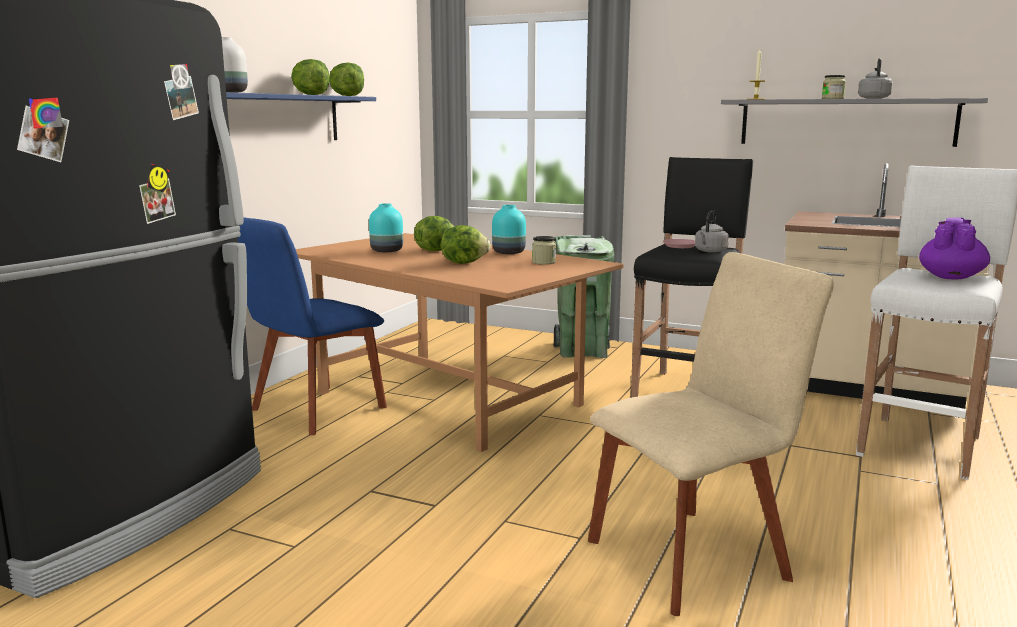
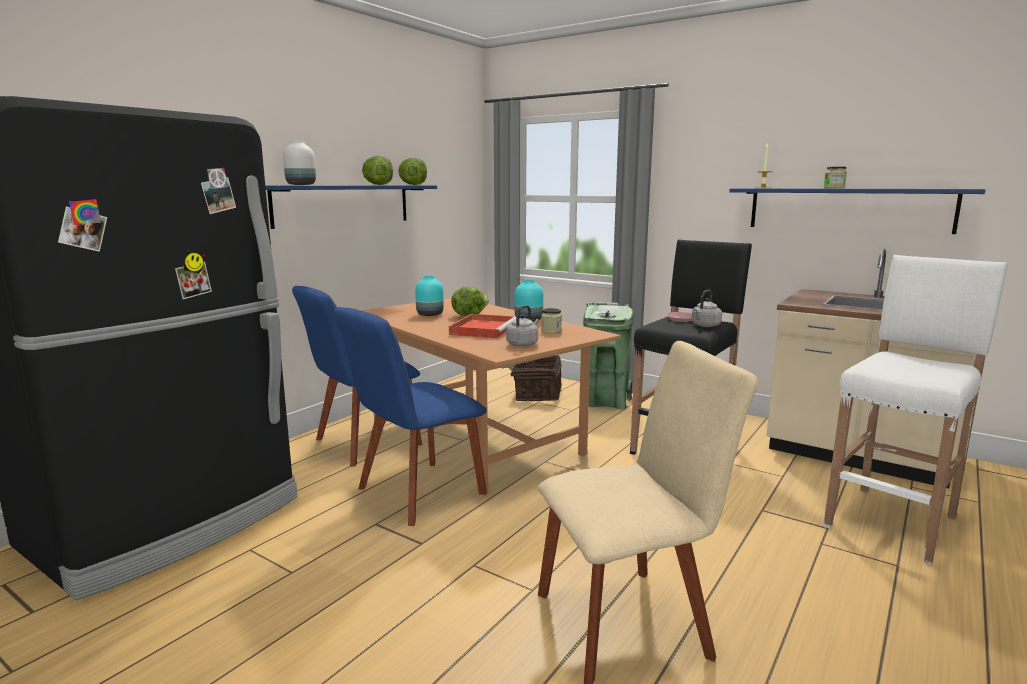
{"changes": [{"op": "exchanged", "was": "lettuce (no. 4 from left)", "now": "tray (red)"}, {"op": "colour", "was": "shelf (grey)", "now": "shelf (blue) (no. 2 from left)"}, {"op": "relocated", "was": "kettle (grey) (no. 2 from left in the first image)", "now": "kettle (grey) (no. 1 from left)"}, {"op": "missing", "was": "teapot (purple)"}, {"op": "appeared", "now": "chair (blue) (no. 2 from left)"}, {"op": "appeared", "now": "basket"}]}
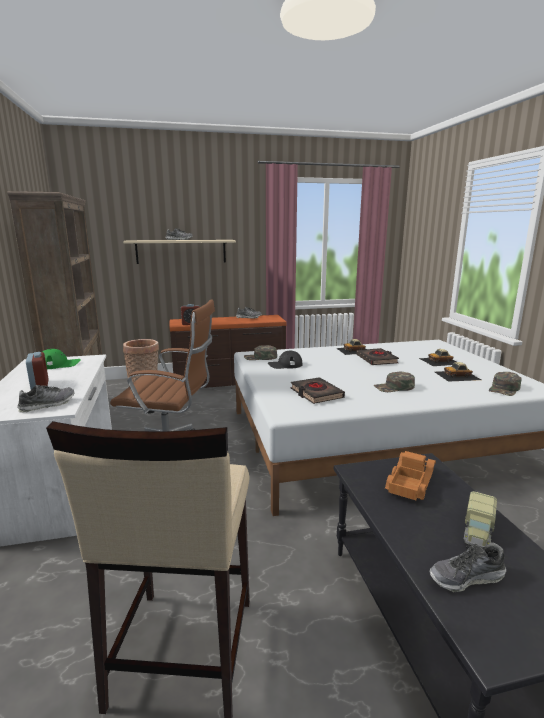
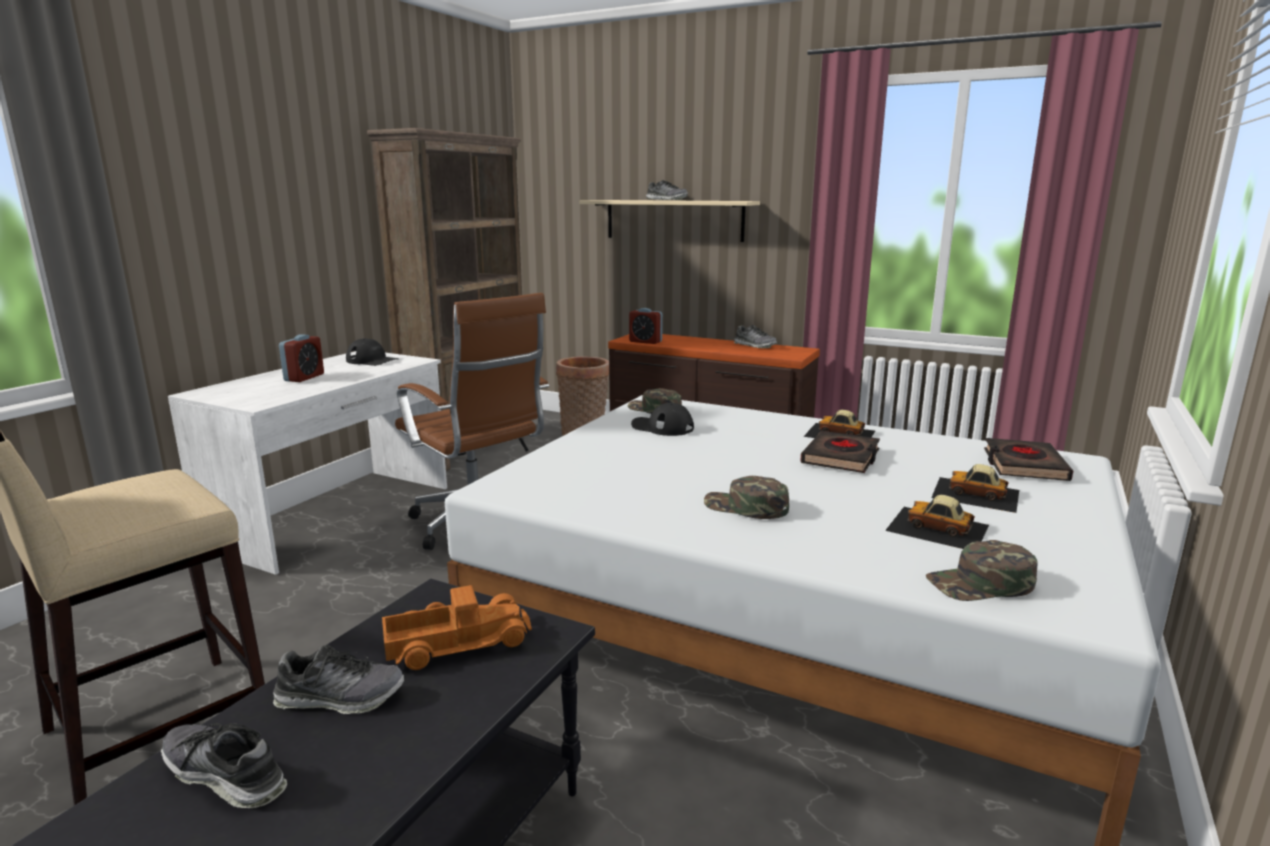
{"changes": [{"op": "relocated", "was": "shoe (no. 1 from left in the first image)", "now": "shoe (no. 2 from left)"}, {"op": "colour", "was": "cap (green) (no. 1 from left)", "now": "cap (black) (no. 1 from left)"}, {"op": "relocated", "was": "book (black) (no. 1 from left in the first image)", "now": "book (black) (no. 2 from left)"}, {"op": "missing", "was": "toy truck (no. 2 from left)"}]}
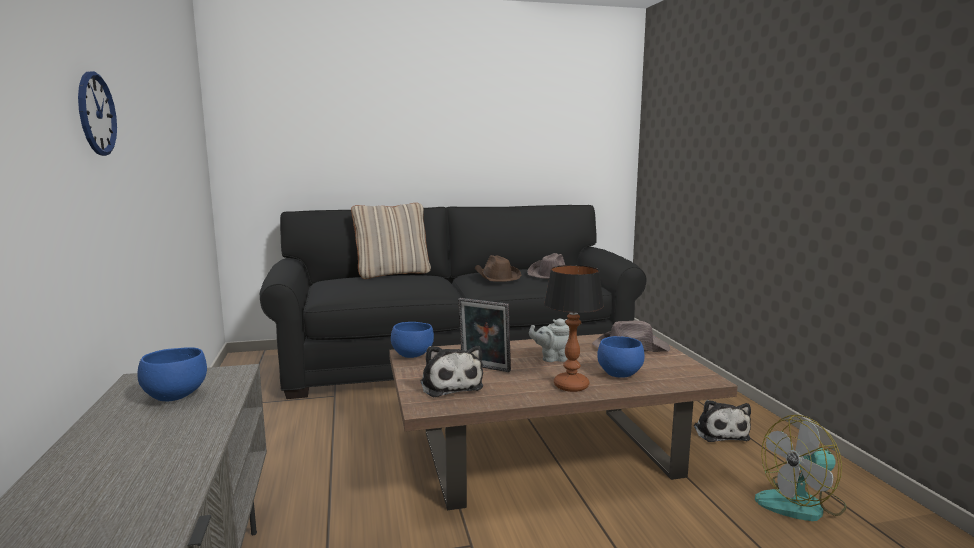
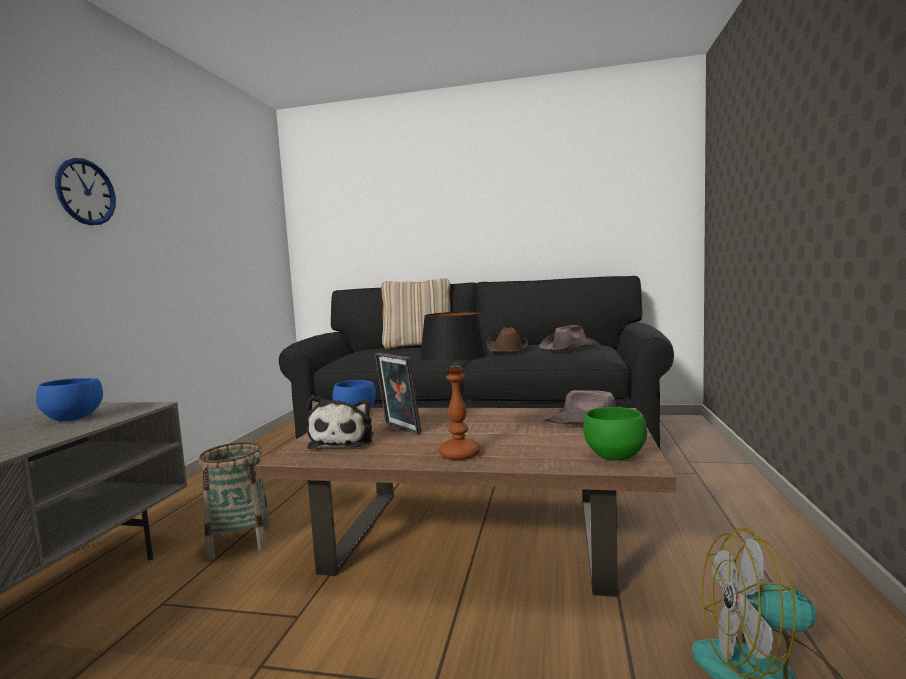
{"changes": [{"op": "missing", "was": "teapot (grey)"}, {"op": "missing", "was": "bowl (blue) (no. 3 from left)"}, {"op": "missing", "was": "plush toy (no. 2 from left)"}, {"op": "appeared", "now": "basket"}, {"op": "appeared", "now": "bowl (green)"}]}
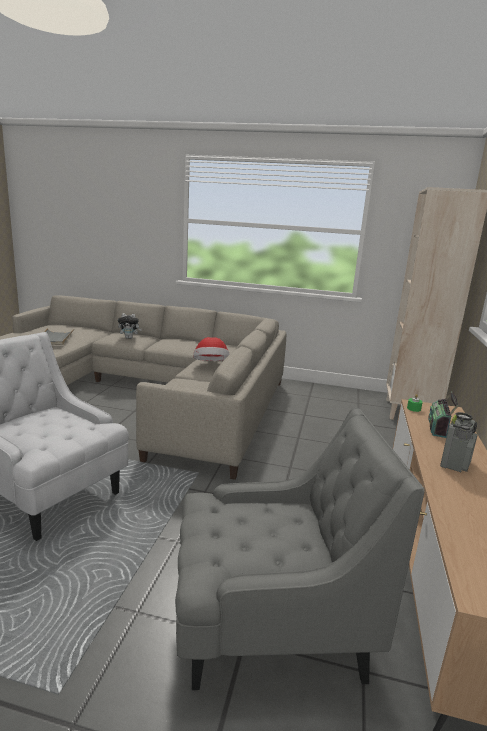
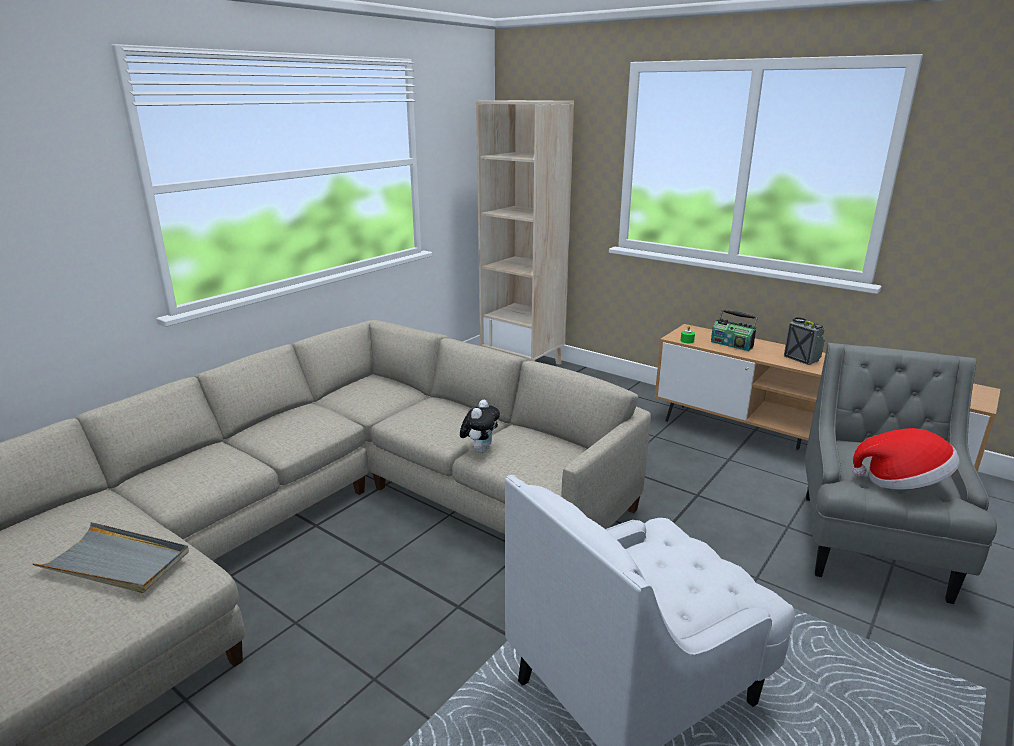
{"changes": [{"op": "relocated", "was": "plush toy"}, {"op": "relocated", "was": "hat"}]}
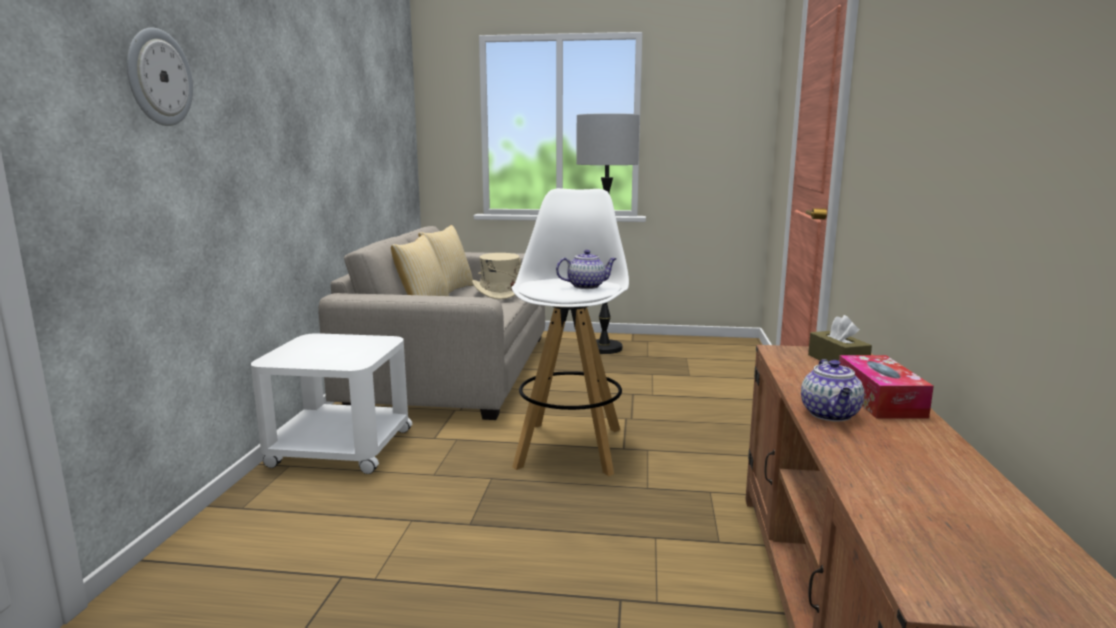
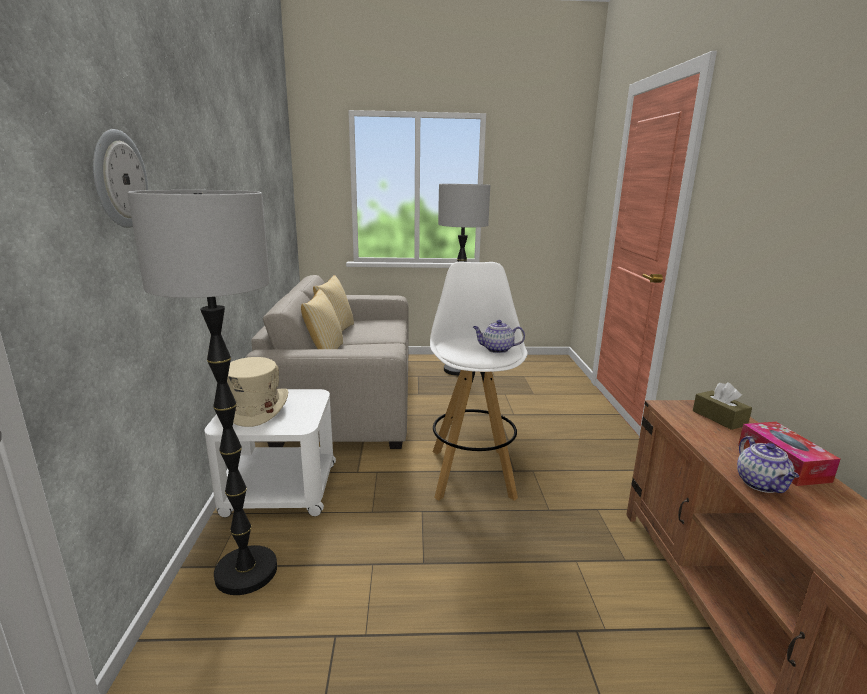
{"changes": [{"op": "relocated", "was": "hat (beige)"}, {"op": "spun", "was": "teapot (no. 1 from left)", "clockwise": -150}, {"op": "appeared", "now": "floor lamp (no. 1 from left)"}]}
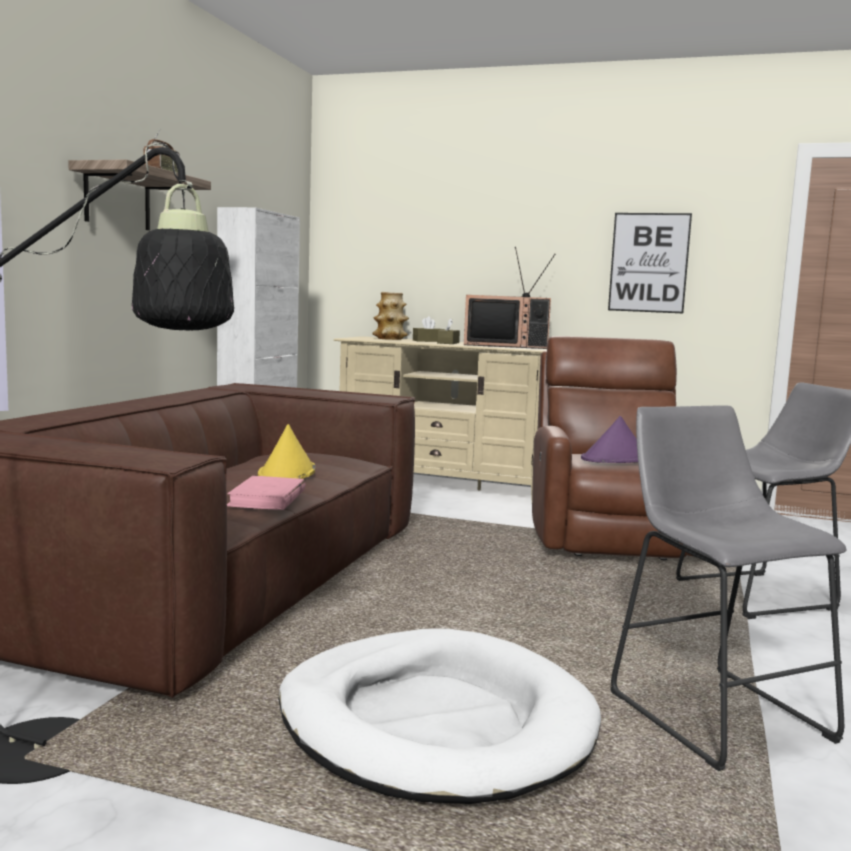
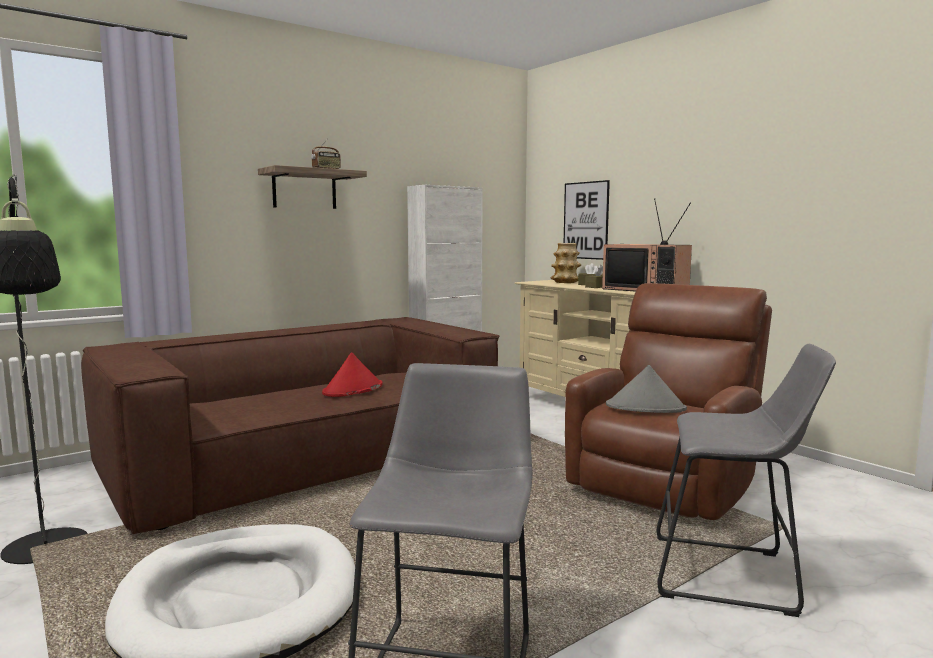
{"changes": [{"op": "missing", "was": "book (pink)"}, {"op": "colour", "was": "hat (yellow)", "now": "hat (red)"}, {"op": "colour", "was": "hat (purple)", "now": "hat (grey)"}, {"op": "relocated", "was": "picture"}]}
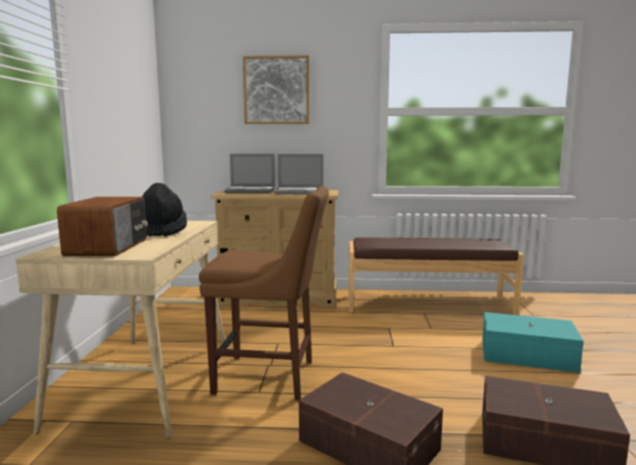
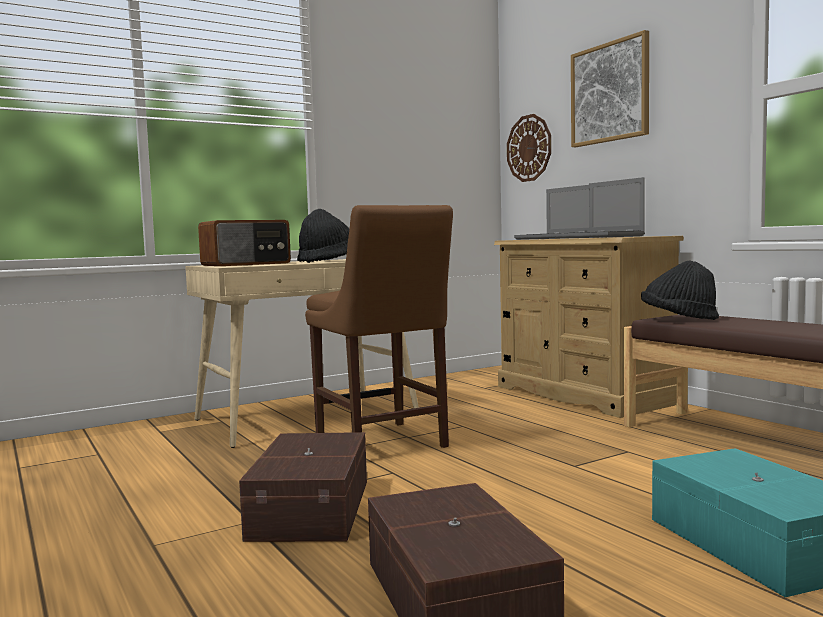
{"changes": [{"op": "appeared", "now": "wall clock"}, {"op": "appeared", "now": "hat (black) (no. 2 from left)"}]}
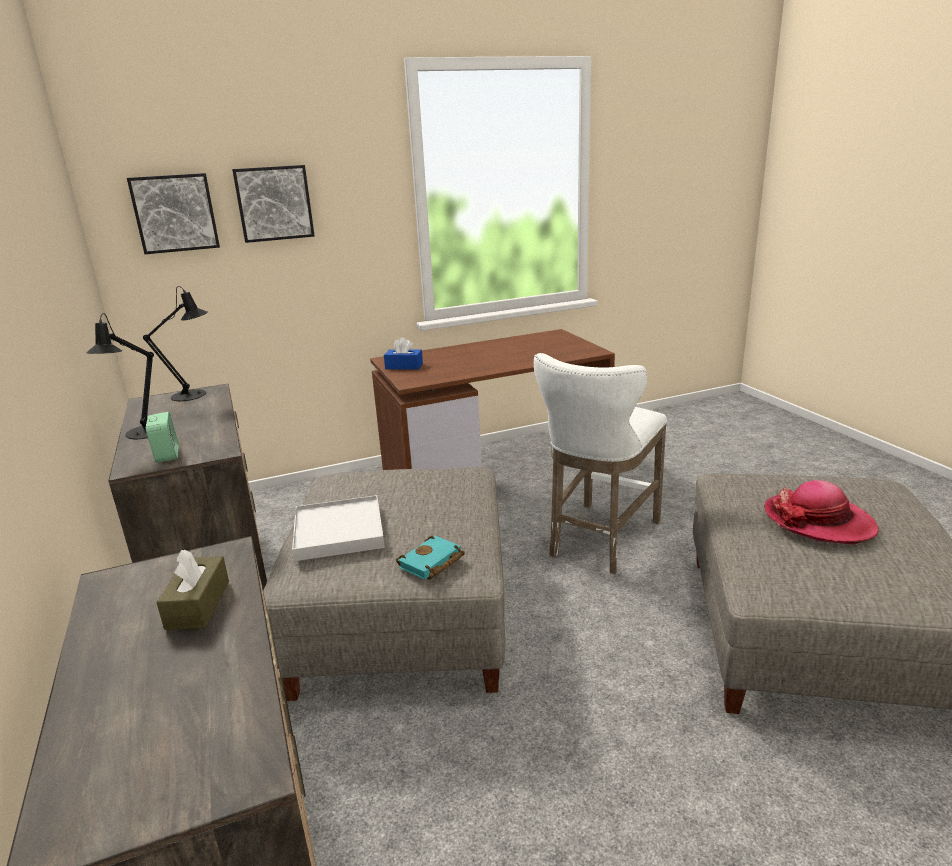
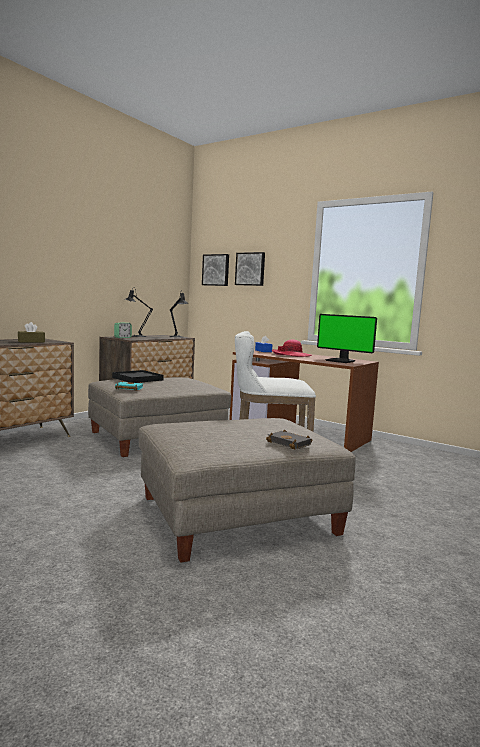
{"changes": [{"op": "colour", "was": "tray (white)", "now": "tray (black)"}, {"op": "relocated", "was": "hat"}, {"op": "appeared", "now": "book (black)"}, {"op": "appeared", "now": "monitor"}]}
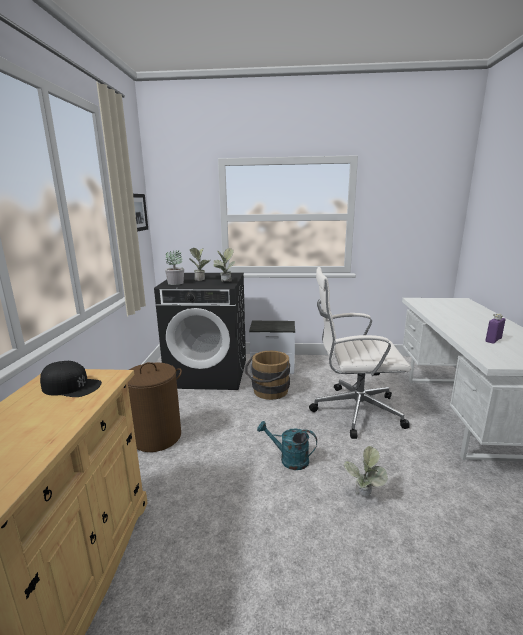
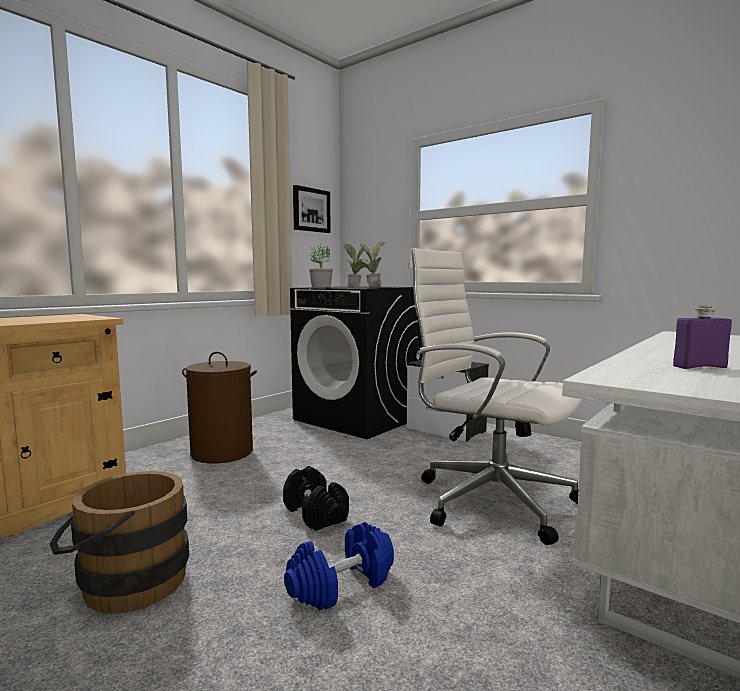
{"changes": [{"op": "missing", "was": "cap (black)"}, {"op": "relocated", "was": "bucket (brown)"}, {"op": "exchanged", "was": "watering can (turquoise)", "now": "dumbbell (black)"}, {"op": "exchanged", "was": "potted plant (no. 4 from left)", "now": "dumbbell (blue)"}]}
